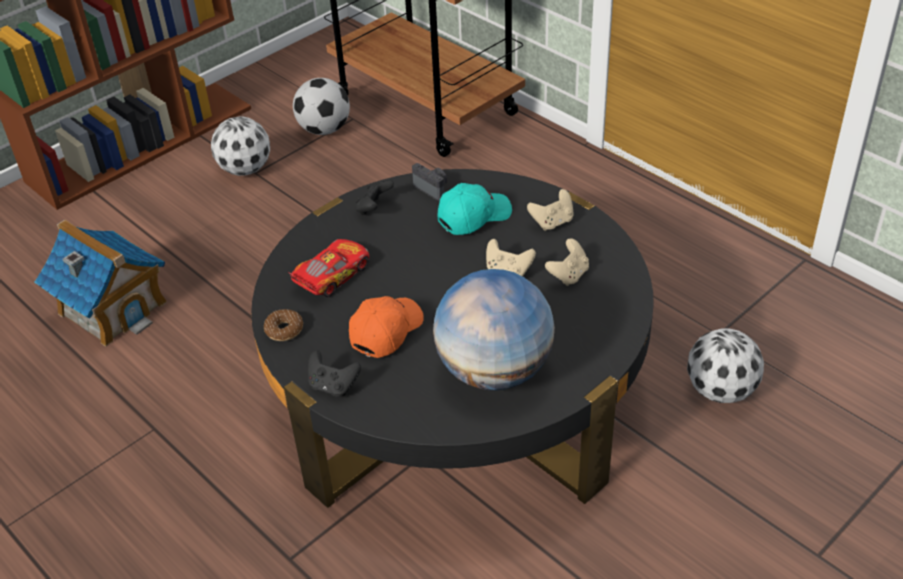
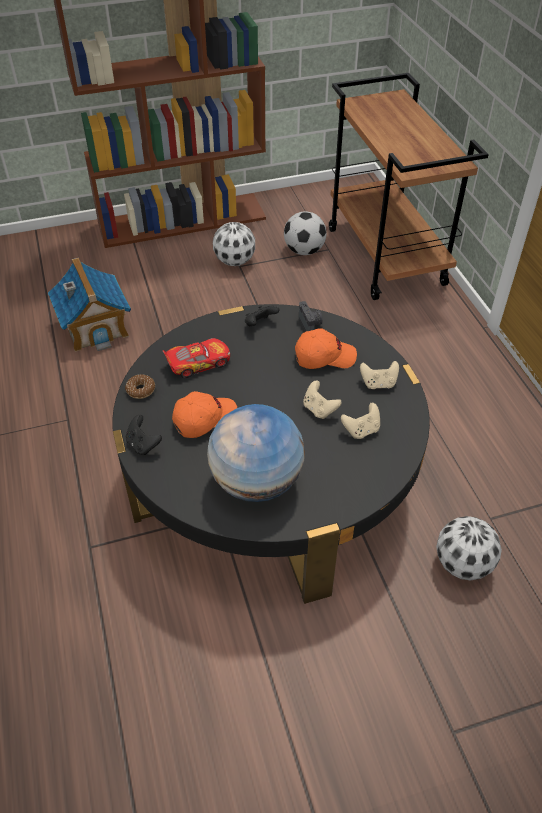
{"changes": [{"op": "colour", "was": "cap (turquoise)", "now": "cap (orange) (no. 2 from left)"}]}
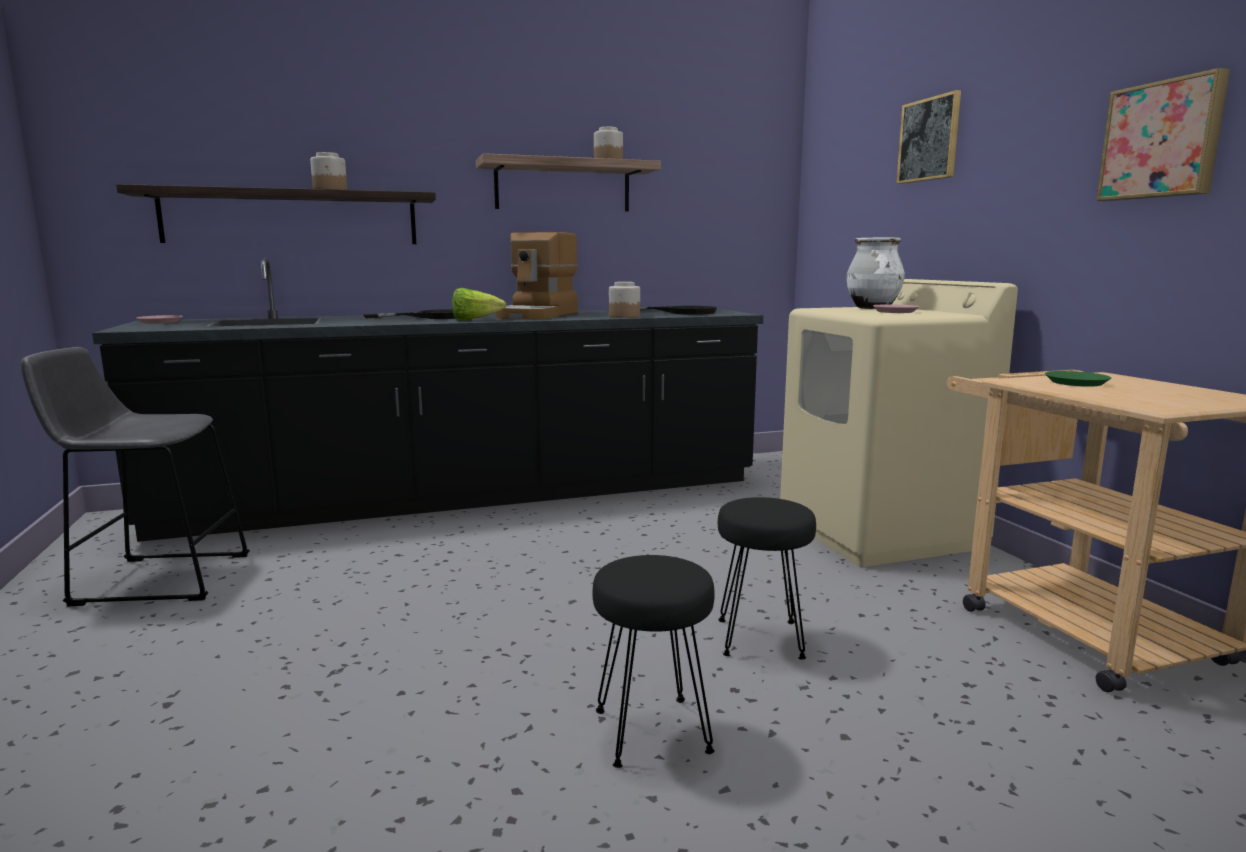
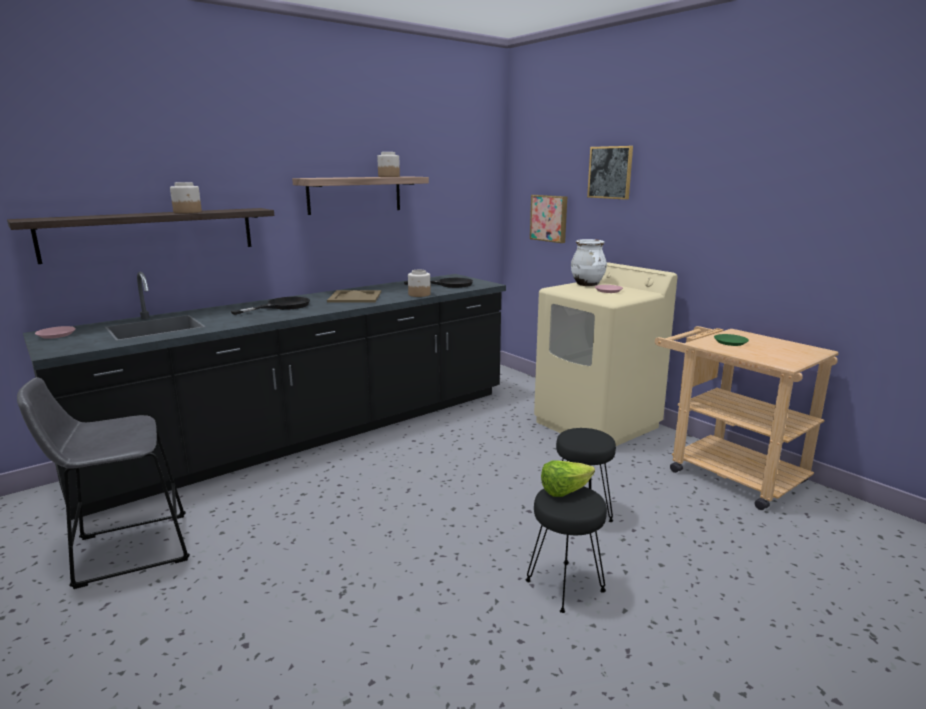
{"changes": [{"op": "relocated", "was": "lettuce"}, {"op": "exchanged", "was": "coffee machine", "now": "tray (beige)"}, {"op": "relocated", "was": "picture (no. 2 from left in the first image)", "now": "picture (no. 1 from left)"}]}
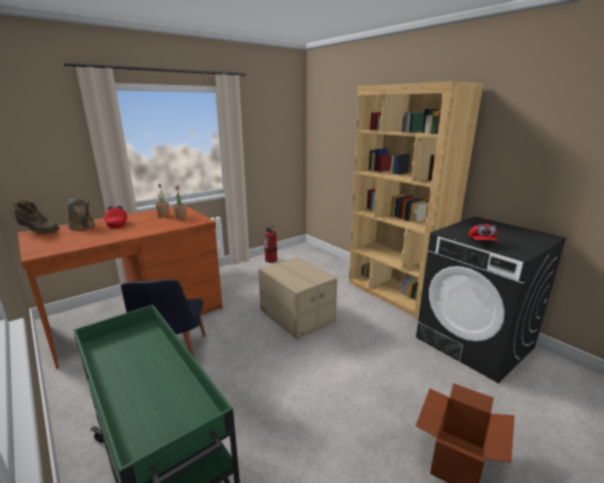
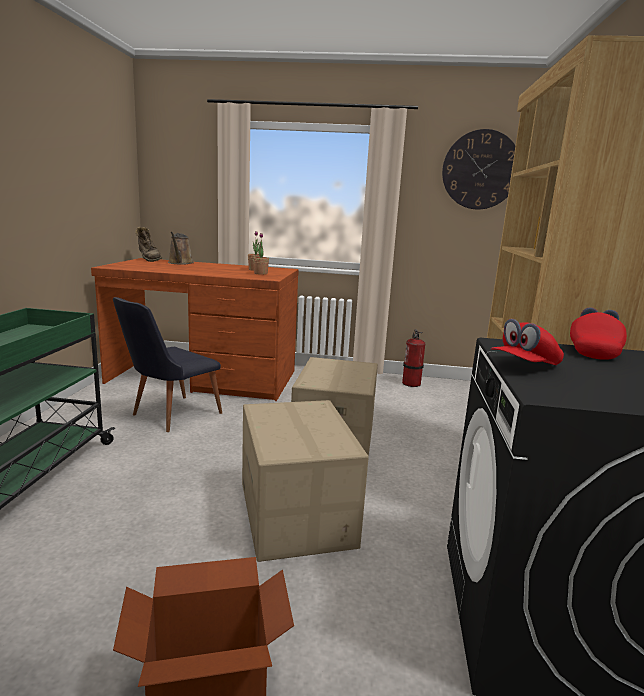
{"changes": [{"op": "relocated", "was": "cap (red) (no. 1 from left in the first image)", "now": "cap (red) (no. 2 from left)"}, {"op": "appeared", "now": "cardboard box (no. 2 from left)"}, {"op": "appeared", "now": "wall clock"}]}
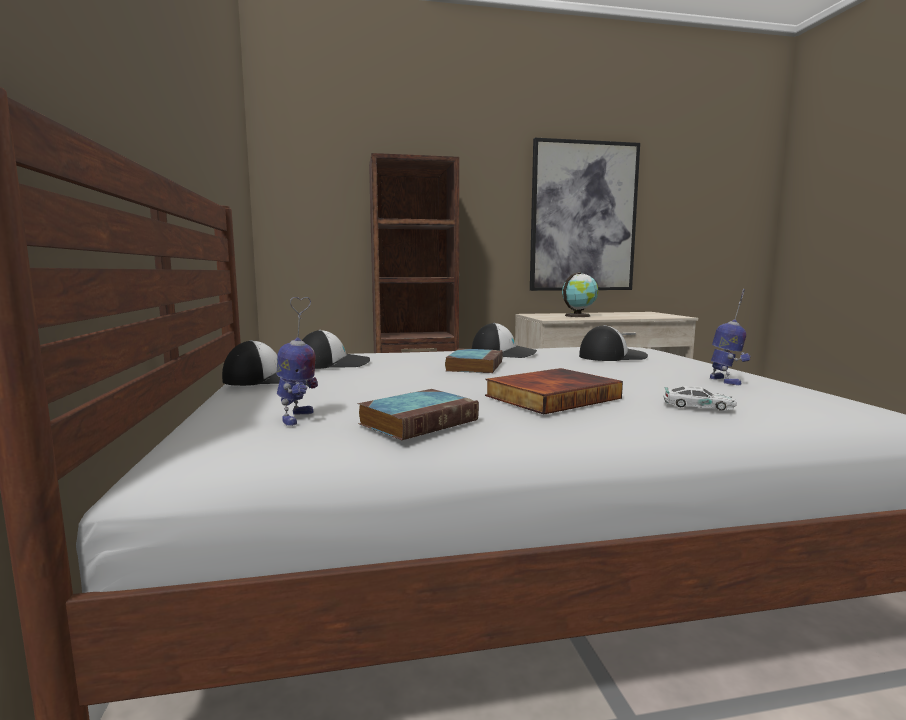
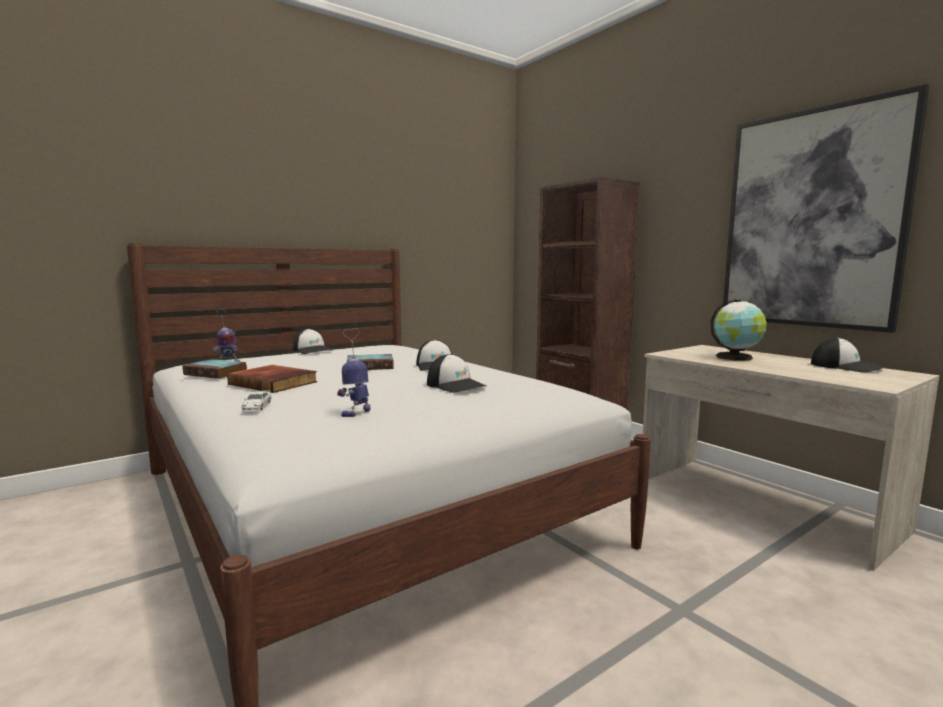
{"changes": [{"op": "relocated", "was": "cap (no. 2 from left in the first image)", "now": "cap (no. 4 from left)"}, {"op": "spun", "was": "toy robot (no. 2 from left)", "clockwise": 150}]}
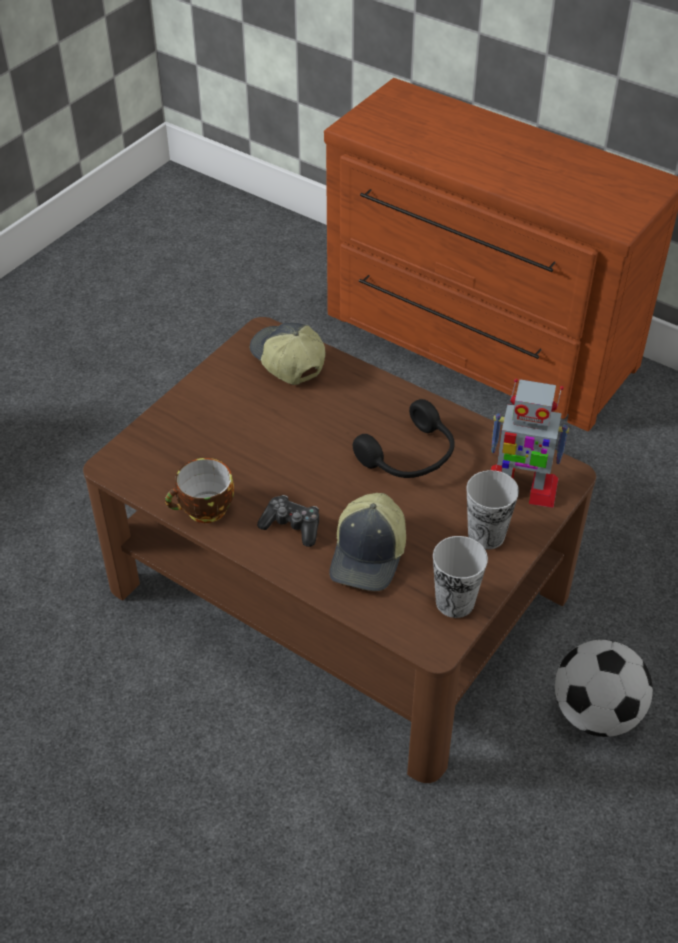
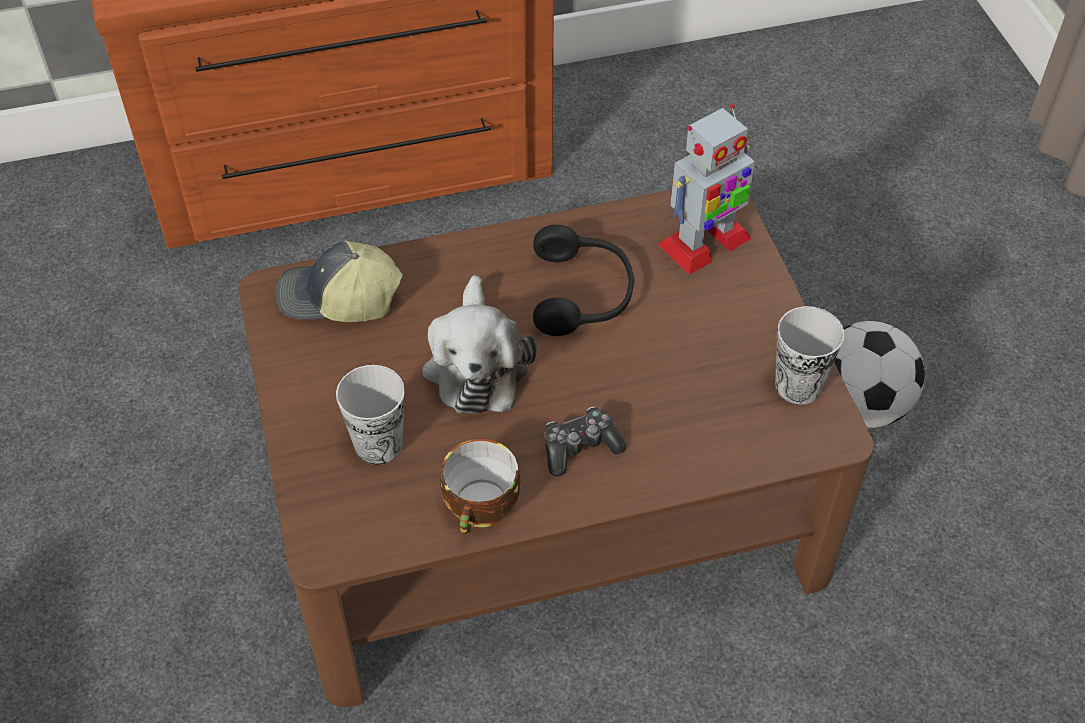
{"changes": [{"op": "missing", "was": "cap (no. 2 from left)"}, {"op": "relocated", "was": "cup (no. 3 from left in the first image)", "now": "cup (no. 1 from left)"}, {"op": "appeared", "now": "plush toy"}]}
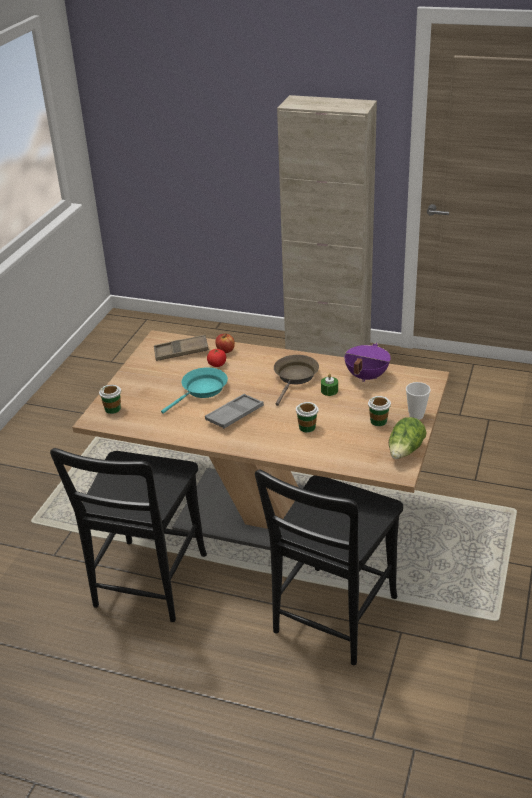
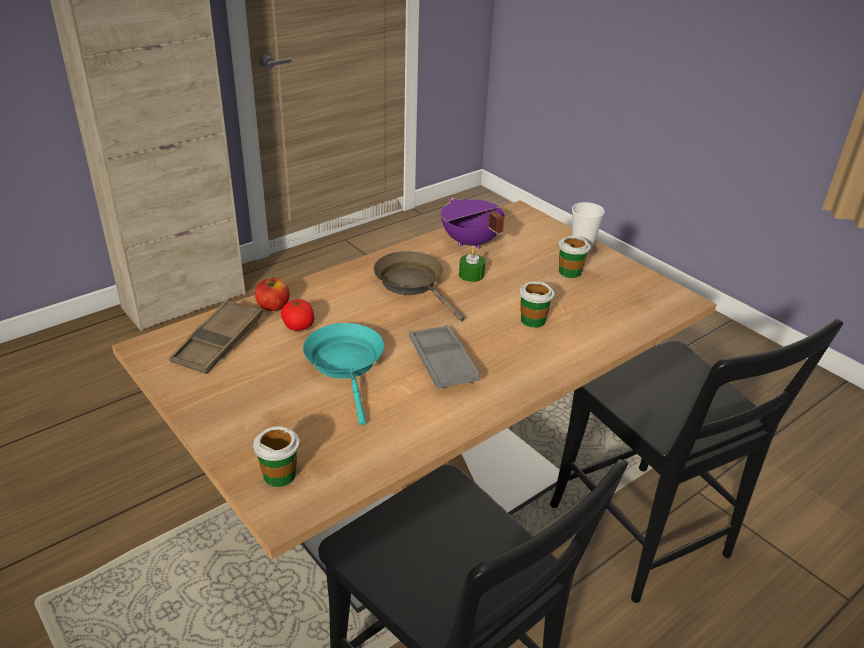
{"changes": [{"op": "missing", "was": "lettuce"}]}
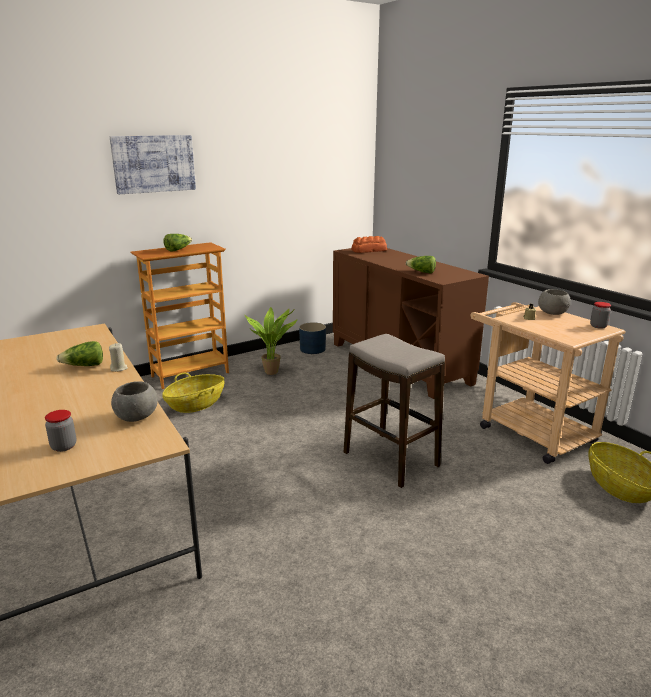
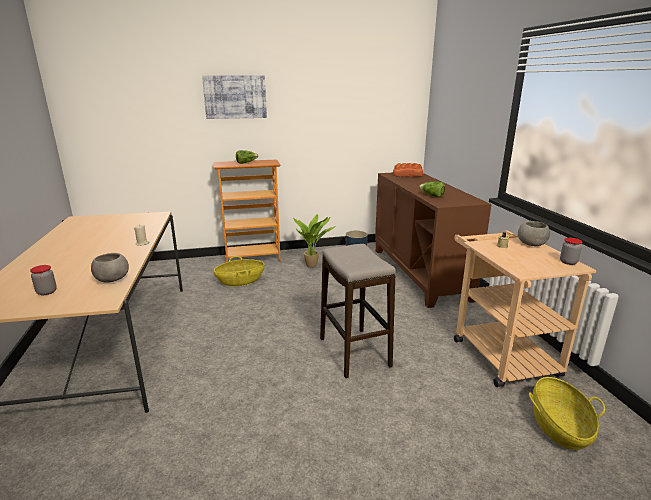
{"changes": [{"op": "missing", "was": "lettuce (no. 1 from left)"}]}
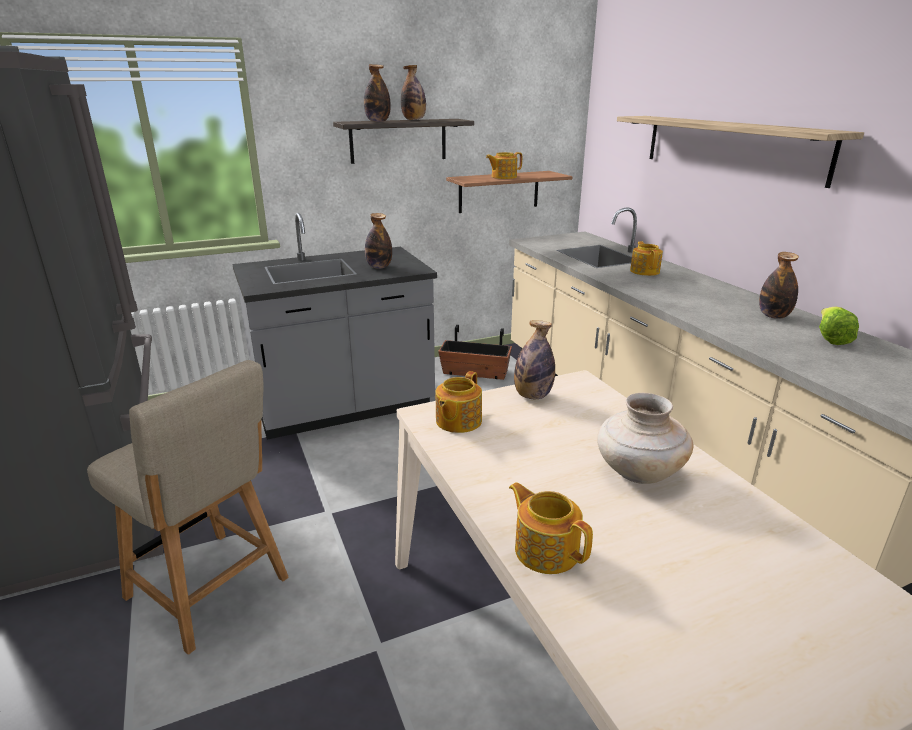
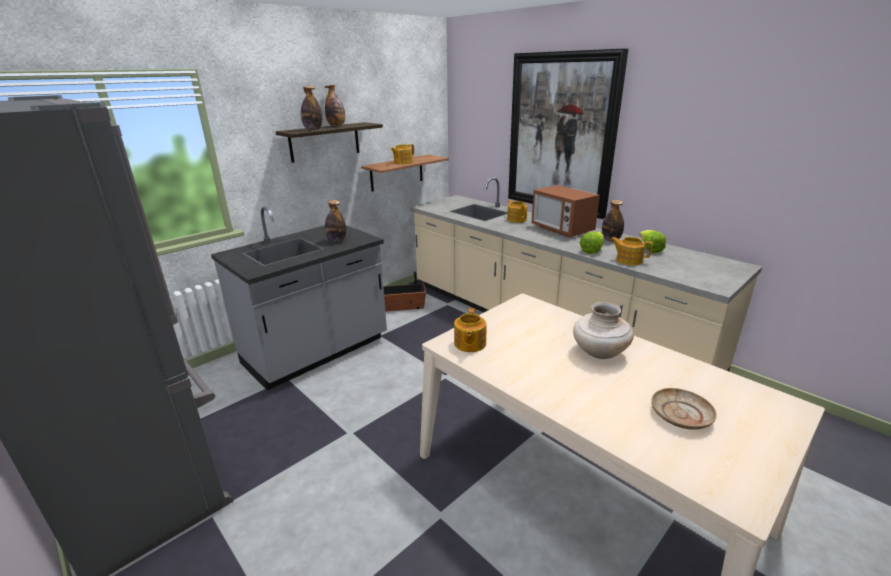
{"changes": [{"op": "missing", "was": "chair (beige)"}, {"op": "relocated", "was": "teapot (no. 3 from left in the first image)", "now": "teapot (no. 4 from left)"}, {"op": "missing", "was": "bottle (no. 4 from left)"}, {"op": "exchanged", "was": "shelf (no. 3 from left)", "now": "picture"}, {"op": "appeared", "now": "microwave"}, {"op": "appeared", "now": "lettuce (no. 1 from left)"}, {"op": "appeared", "now": "plate (beige)"}]}
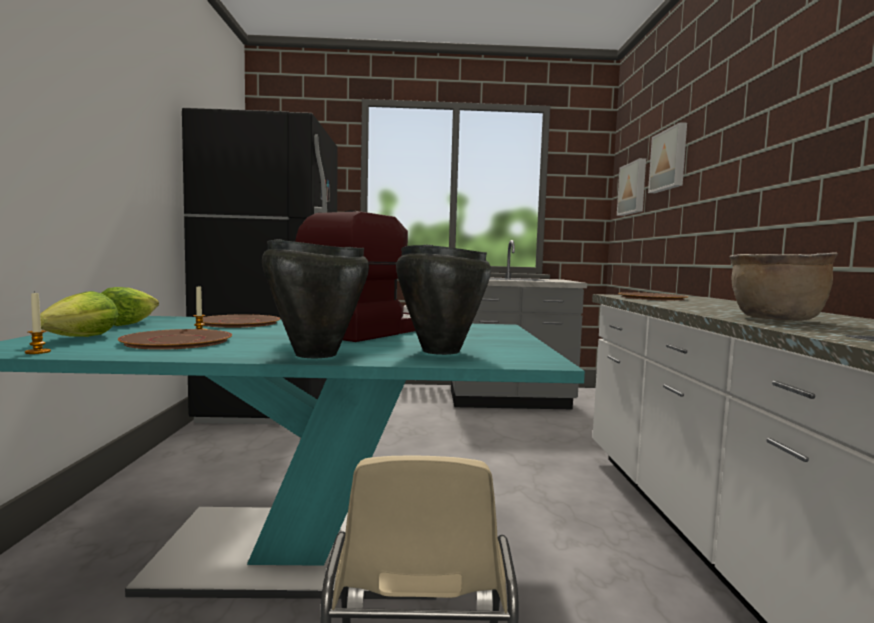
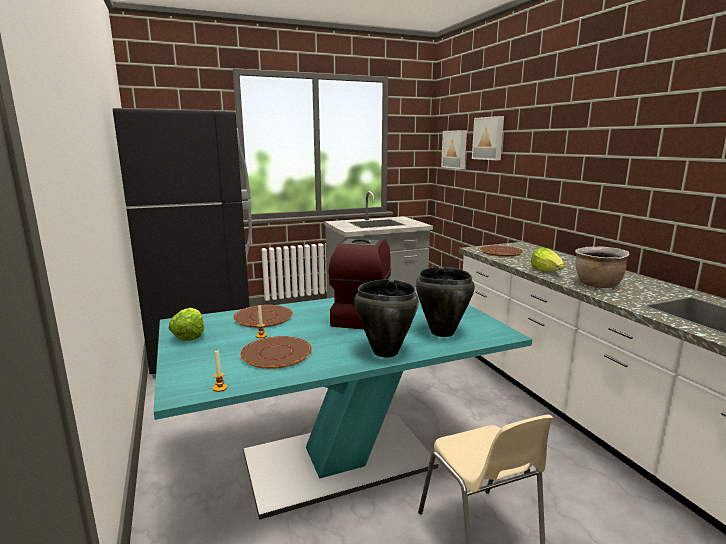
{"changes": [{"op": "relocated", "was": "lettuce (no. 1 from left in the first image)", "now": "lettuce (no. 2 from left)"}]}
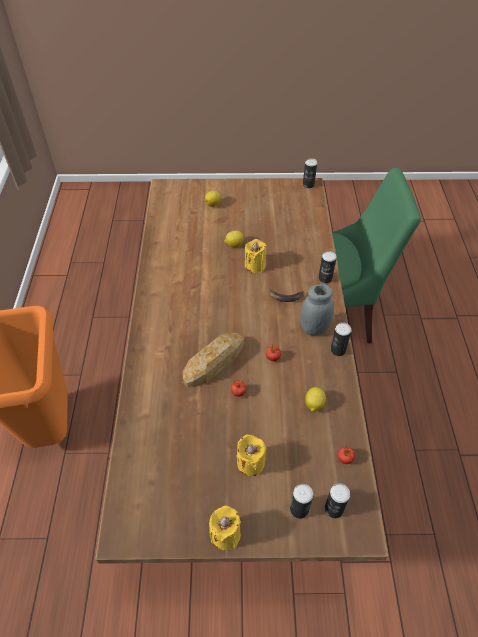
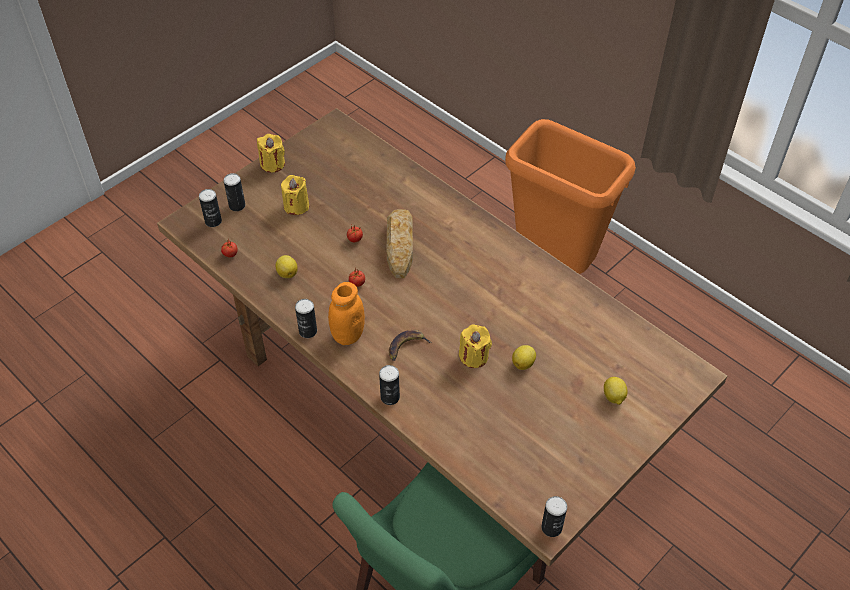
{"changes": [{"op": "colour", "was": "jar (grey)", "now": "jar (orange)"}]}
